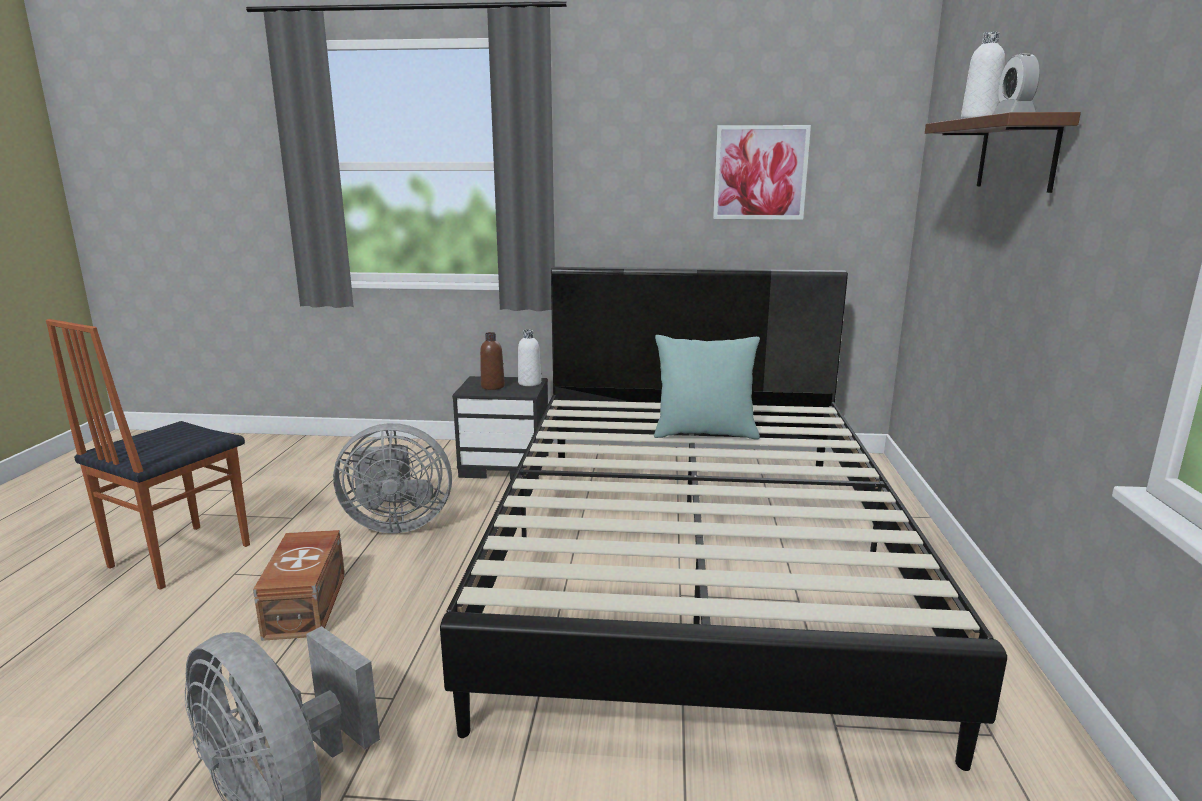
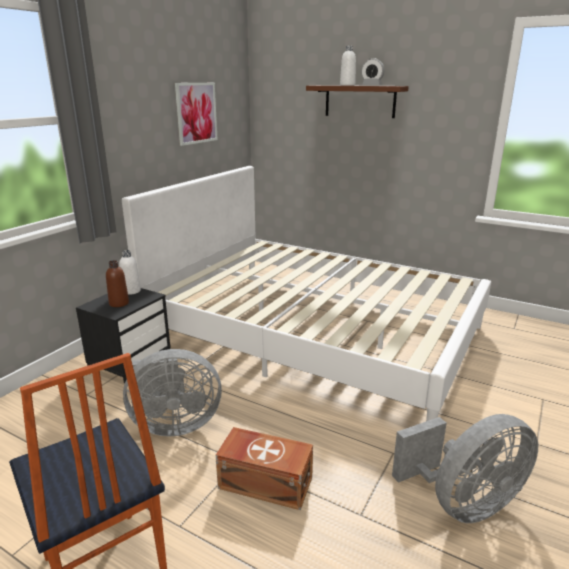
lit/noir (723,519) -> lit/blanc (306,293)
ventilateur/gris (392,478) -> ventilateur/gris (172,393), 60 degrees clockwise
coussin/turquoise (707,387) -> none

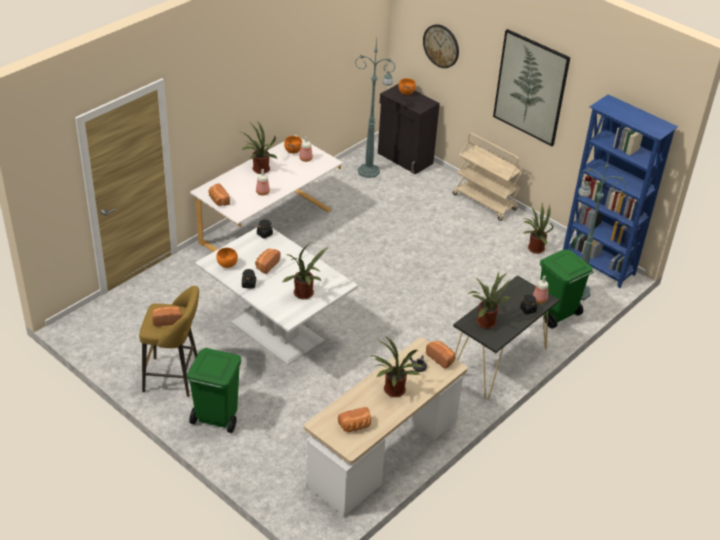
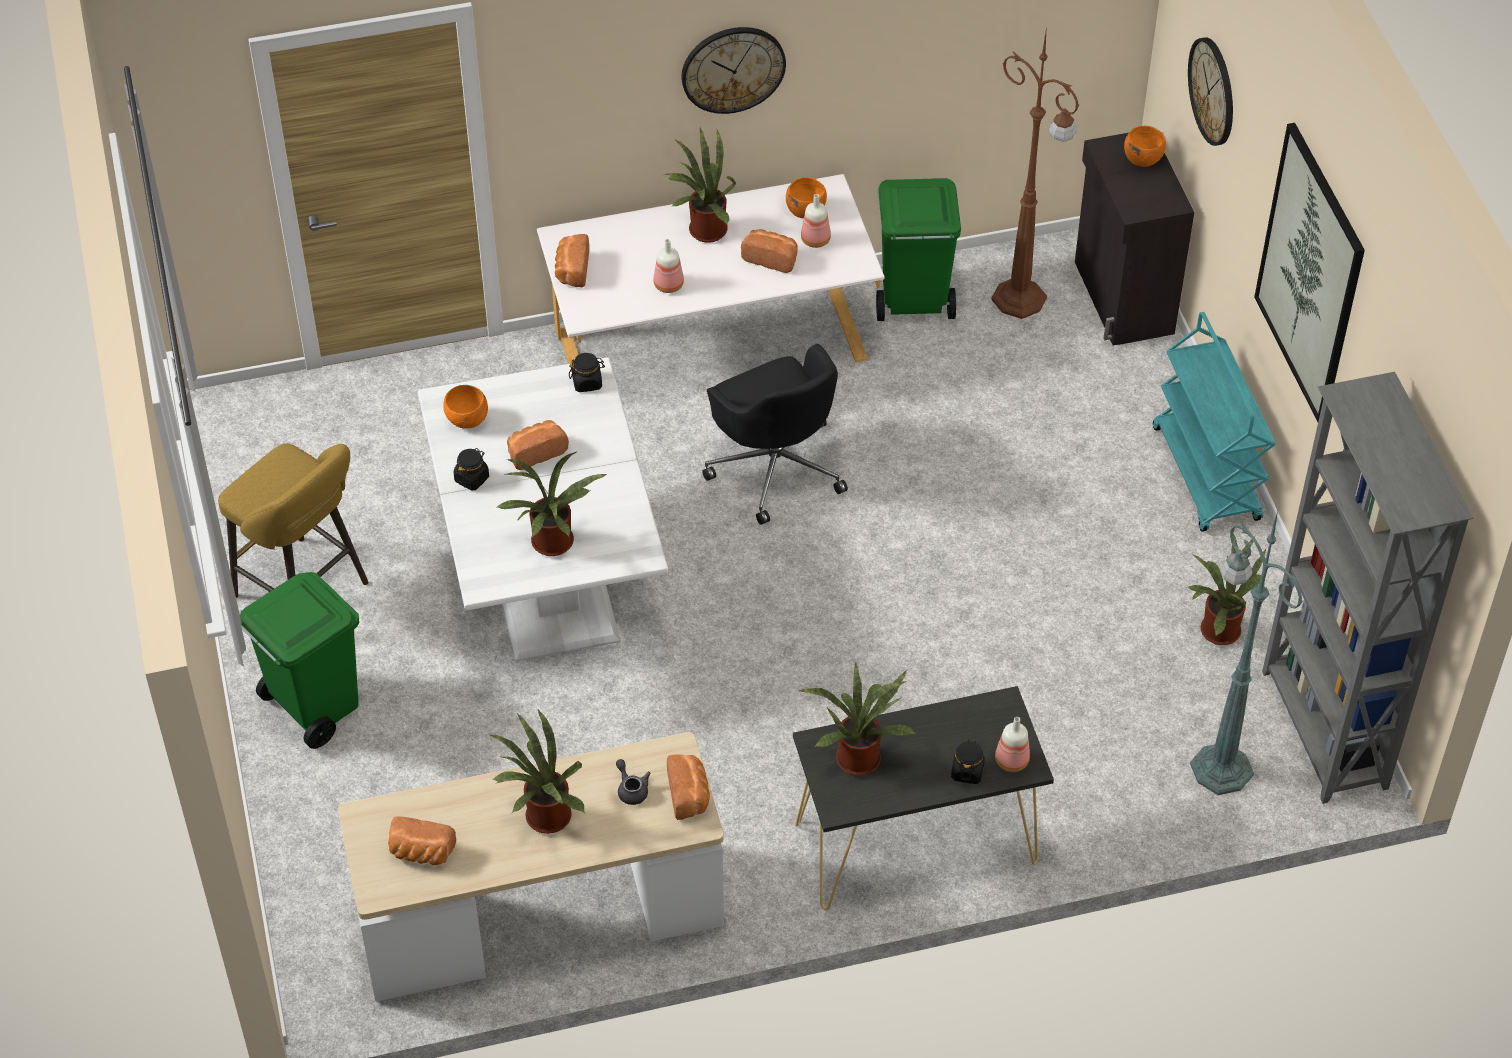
none -> horloge murale (733,70)
none -> chaise de bureau/noir (775,434)
pain (167,316) -> pain (769,251), shifted
poubelle/vert (566,289) -> poubelle/vert (918,249), shifted
lampadaire/vert (375,108) -> lampadaire/marron (1035,172)
chariot/beige (488,177) -> chariot/turquoise (1214,422)
bibliothèque/bleu (620,191) -> bibliothèque/gris (1368,588)

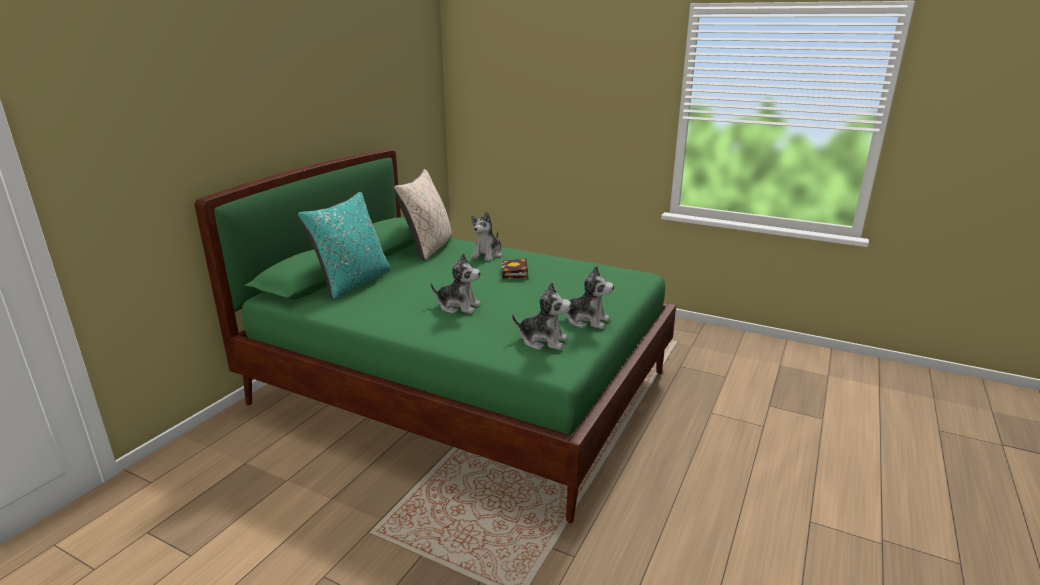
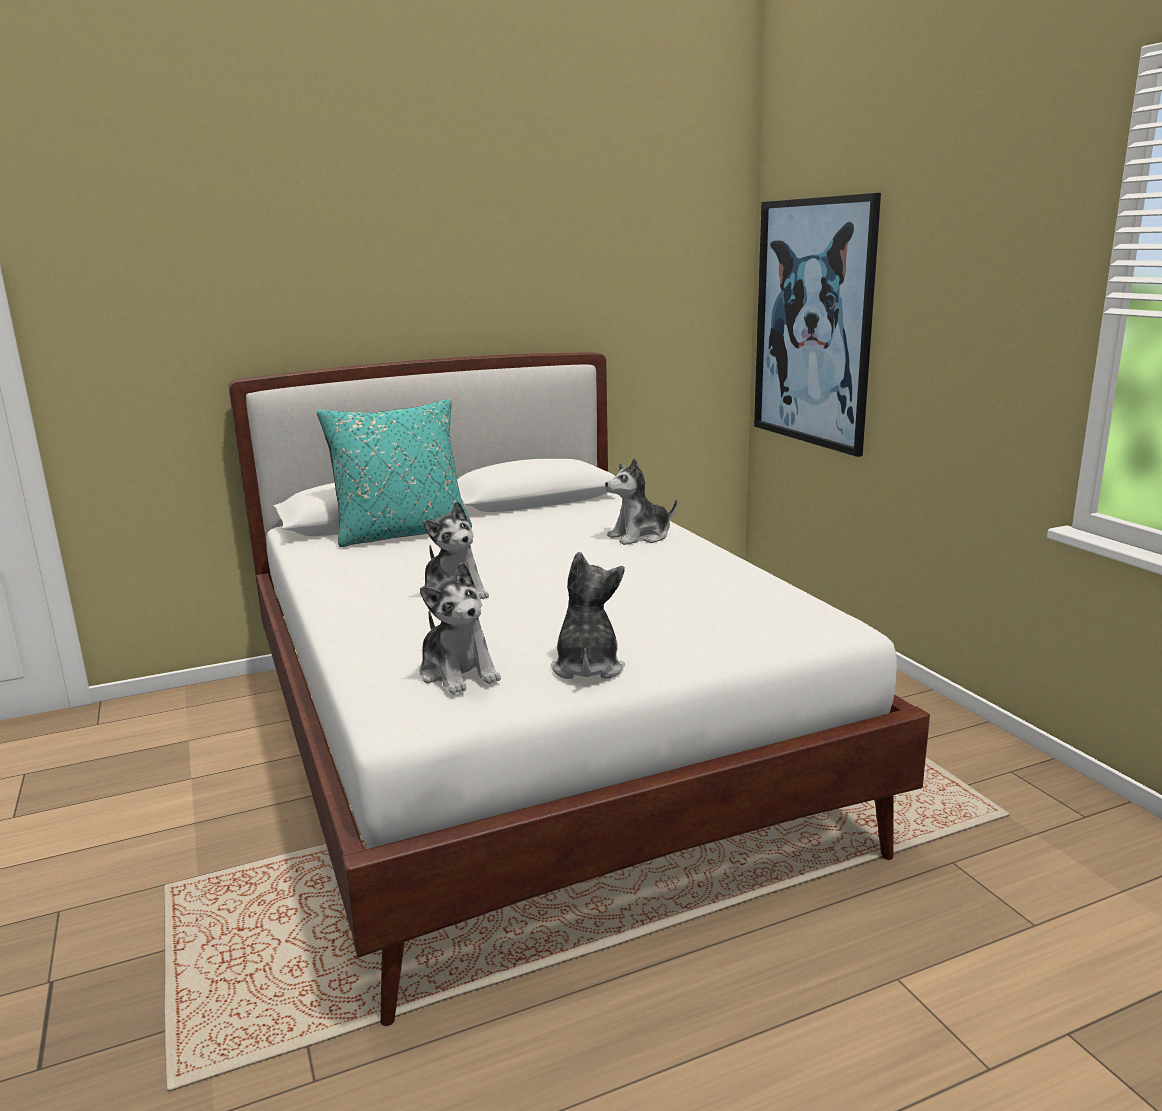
lit/vert (435,336) -> lit/blanc (579,689)
peluche (586,297) -> peluche (588,615), 150 degrees counterclockwise
none -> tableau (817,325)
coussin/beige (423,215) -> none
livre (515,268) -> none

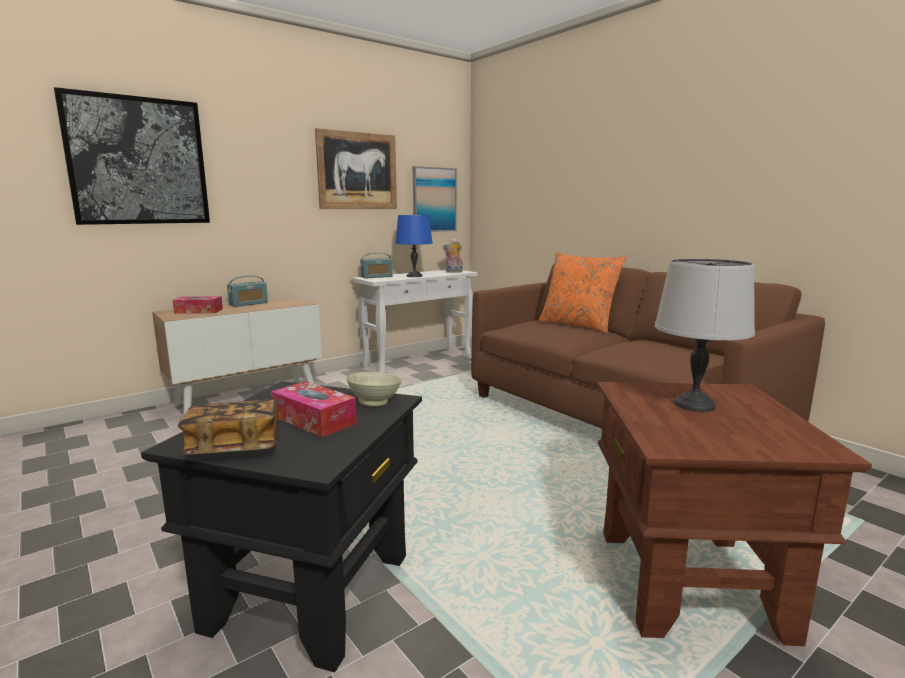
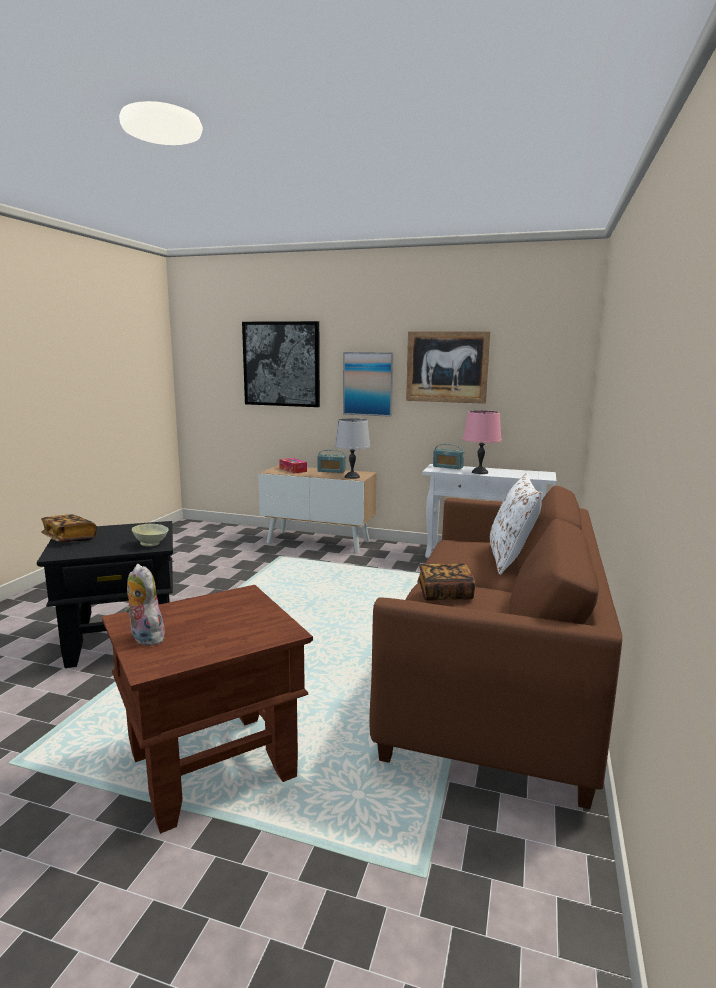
peluche (453,255) -> peluche (145,605), shifted
lampe de table/gris (705,335) -> lampe de table/gris (352,448), shifted
tableau (435,199) -> tableau (368,384), shifted
none -> livre (447,582)
lampe de table/bleu (414,246) -> lampe de table/rose (482,442)
coussin/orange (582,292) -> coussin/blanc (516,524)
boîte à mouchoirs (314,409) -> none

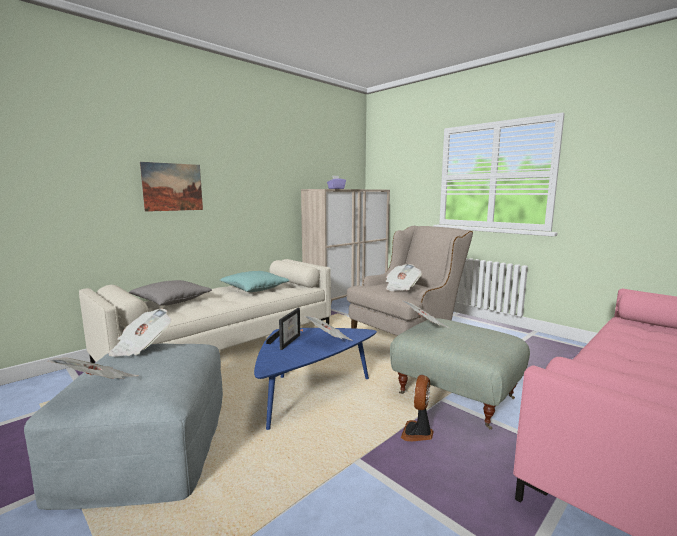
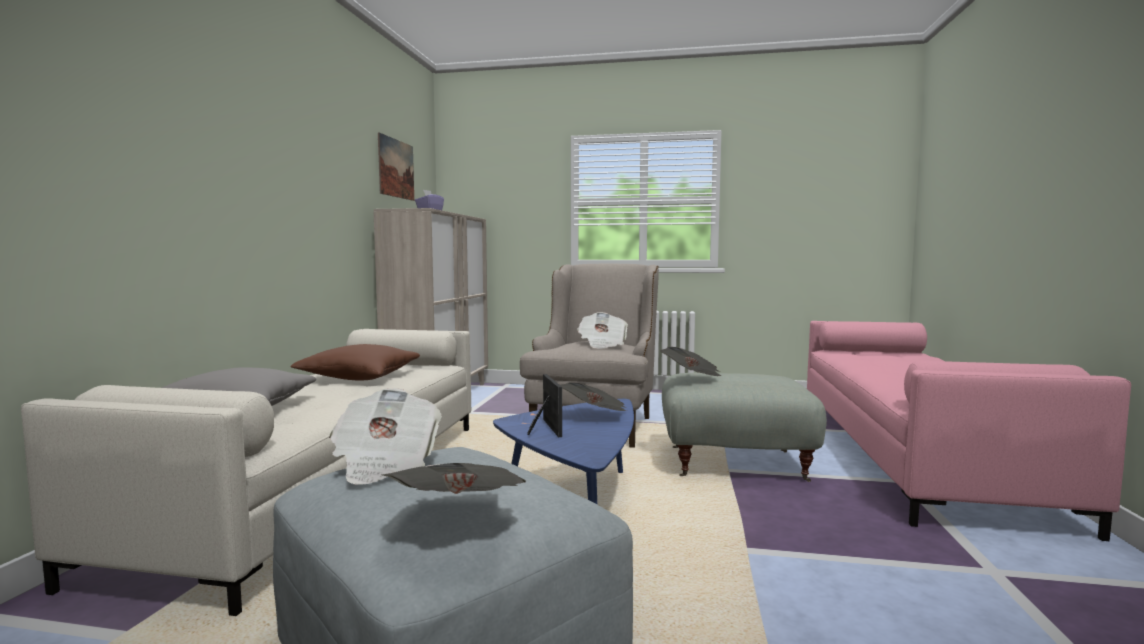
coussin/turquoise (254,281) -> coussin/marron (355,362)
tableau (171,187) -> tableau (396,166), shifted
ventilateur (417,408) -> none

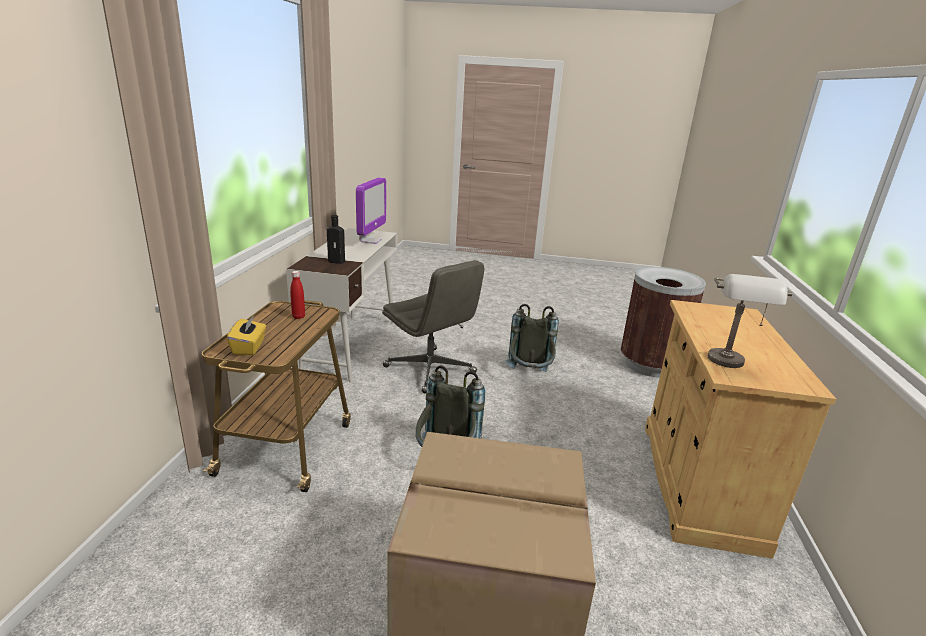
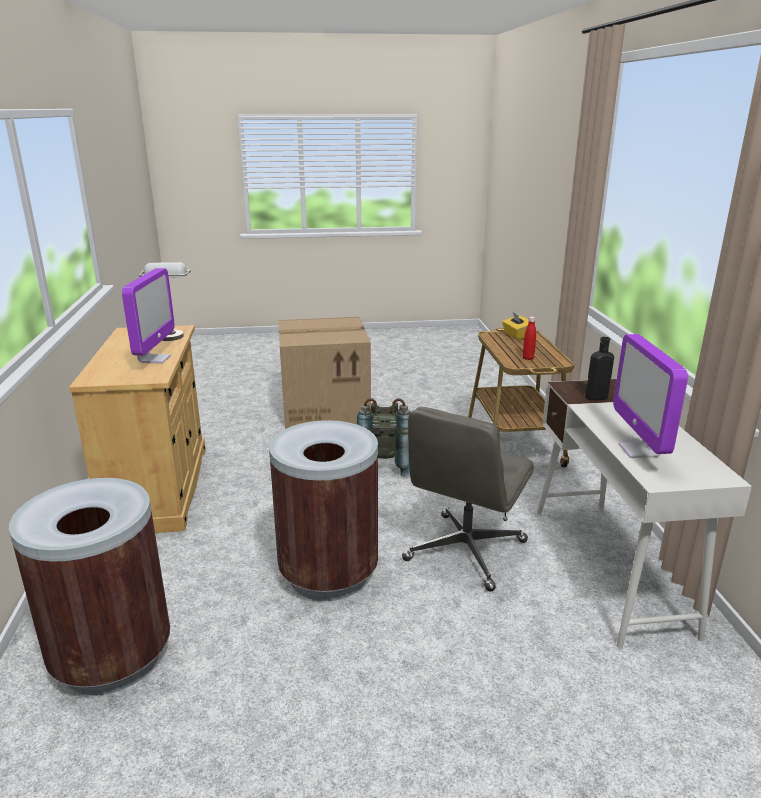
none -> écran d'ordinateur (148,315)
sac à dos/gris (532,338) -> poubelle/marron (323,510)
chaise de bureau/gris (433,327) -> chaise de bureau/gris (468,499), 90 degrees counterclockwise

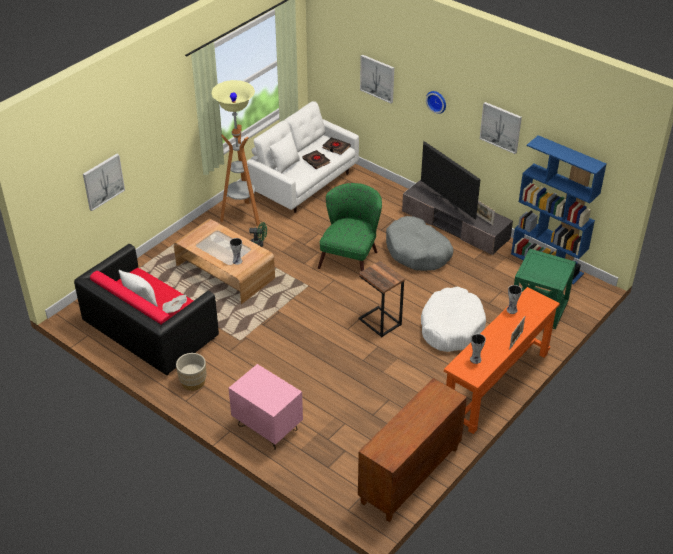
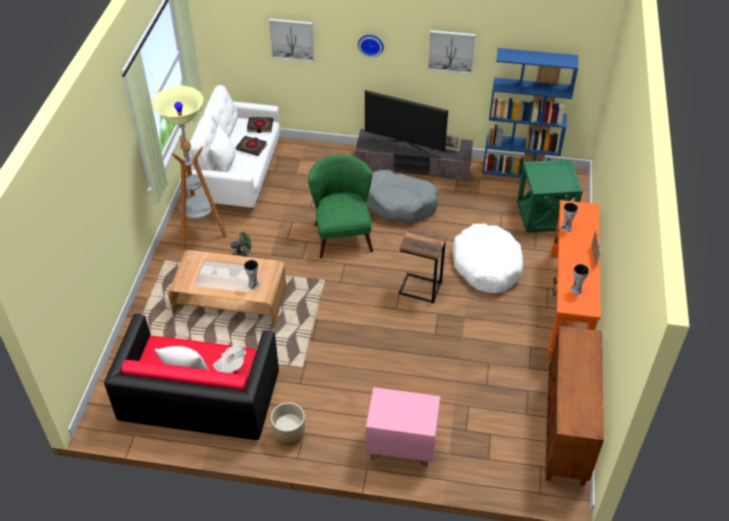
tableau (104,182) -> none

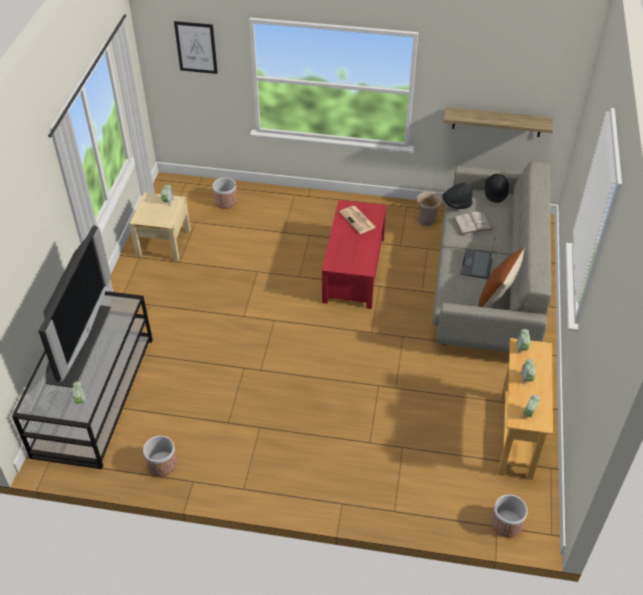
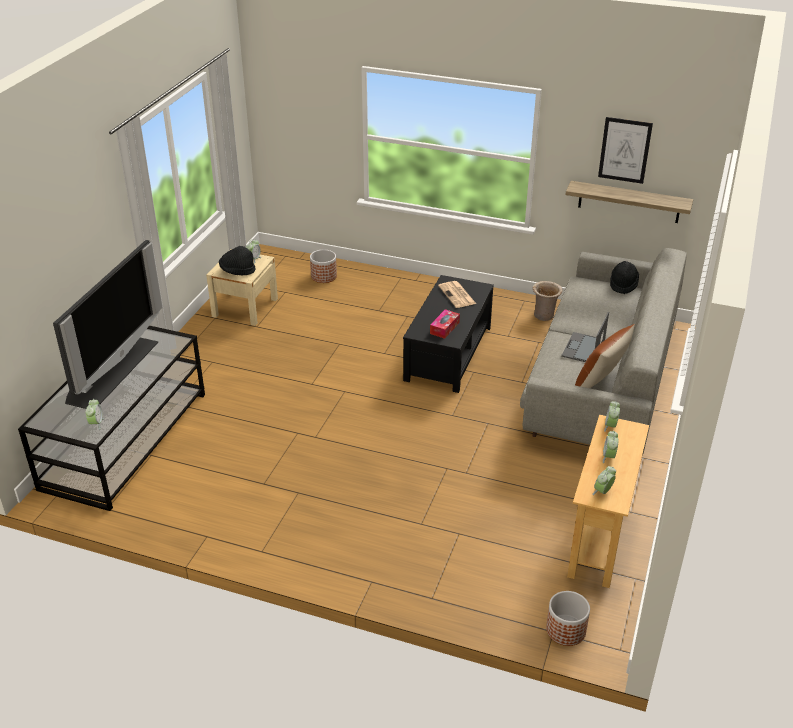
chapeau/noir (457,196) -> chapeau/noir (237,260), shifted
table basse/rouge (354,254) -> table basse/noir (448,334)
none -> boîte à mouchoirs (445,324)
tableau (196,47) -> tableau (625,150), shifted
cache-pot (160,456) -> none
livre/blanc (473,223) -> none

